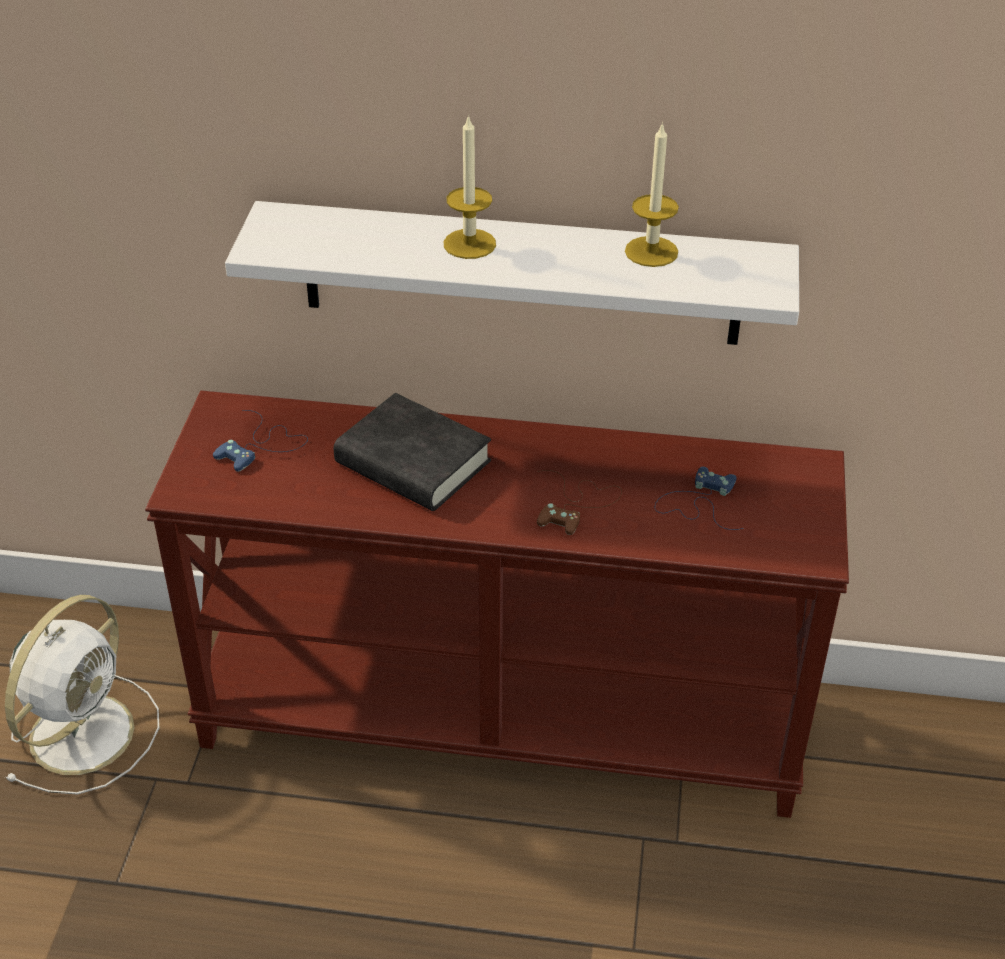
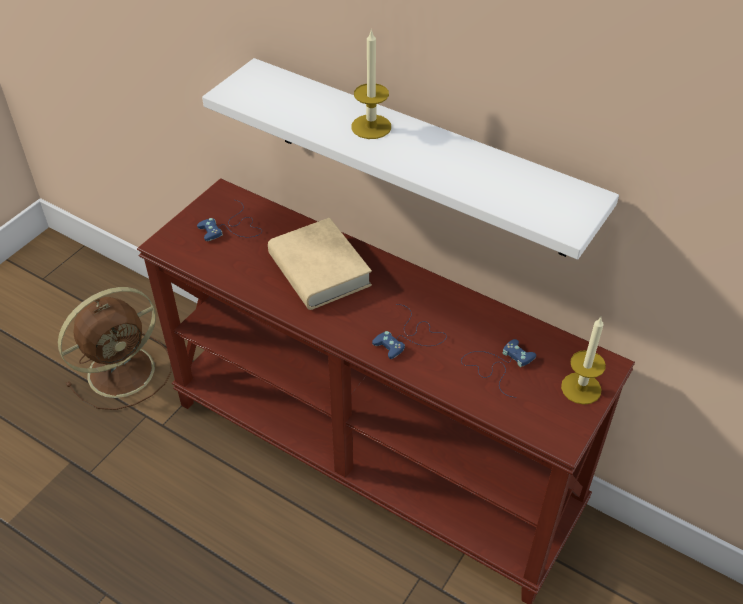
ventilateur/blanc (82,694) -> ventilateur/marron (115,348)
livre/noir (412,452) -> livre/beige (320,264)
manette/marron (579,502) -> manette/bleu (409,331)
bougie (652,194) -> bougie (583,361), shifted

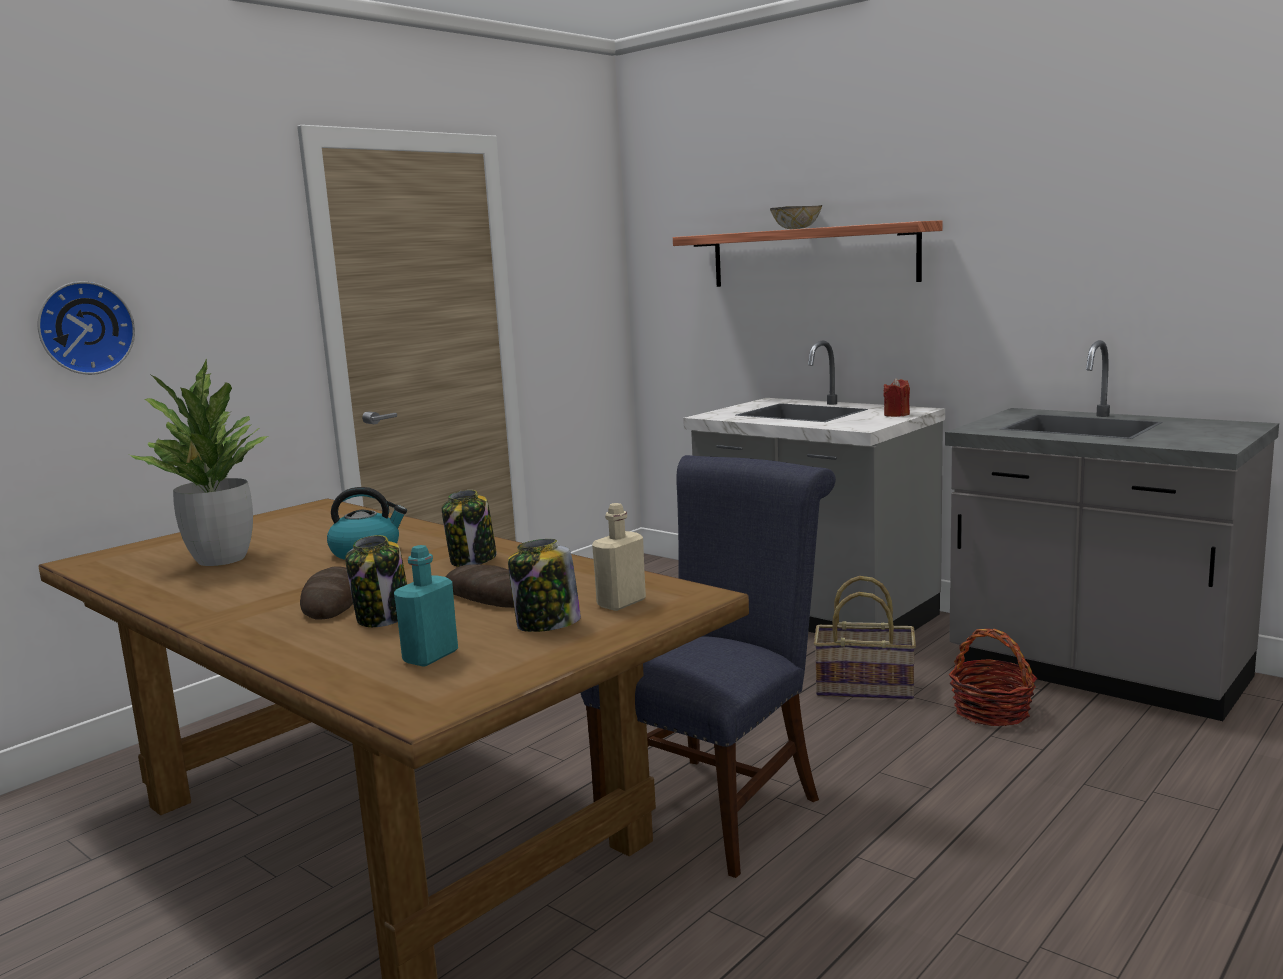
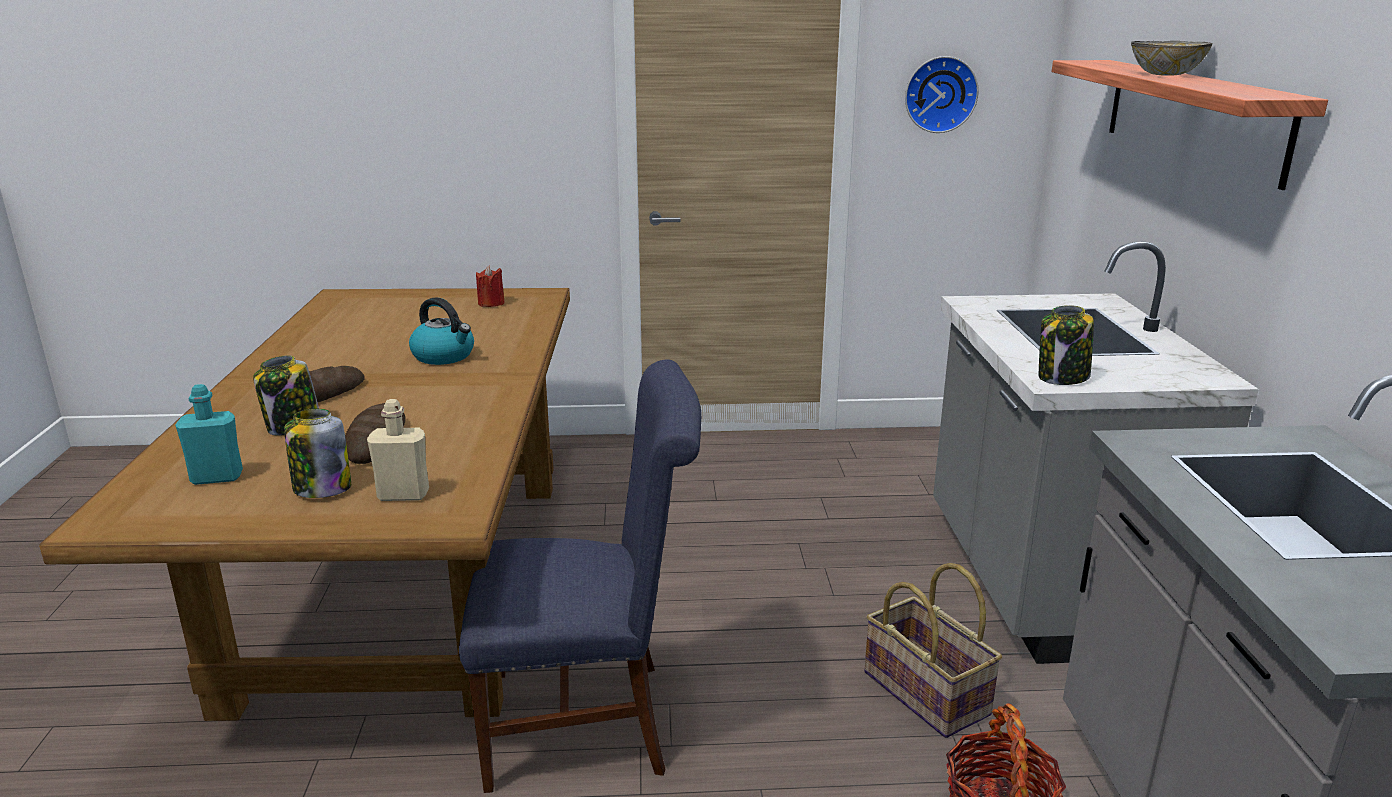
bougie/rouge (896,397) -> bougie/rouge (490,286), shifted
horloge murale (86,328) -> horloge murale (942,94), shifted
bocal (469,528) -> bocal (1066,345), shifted
plante en pot (199,462) -> none

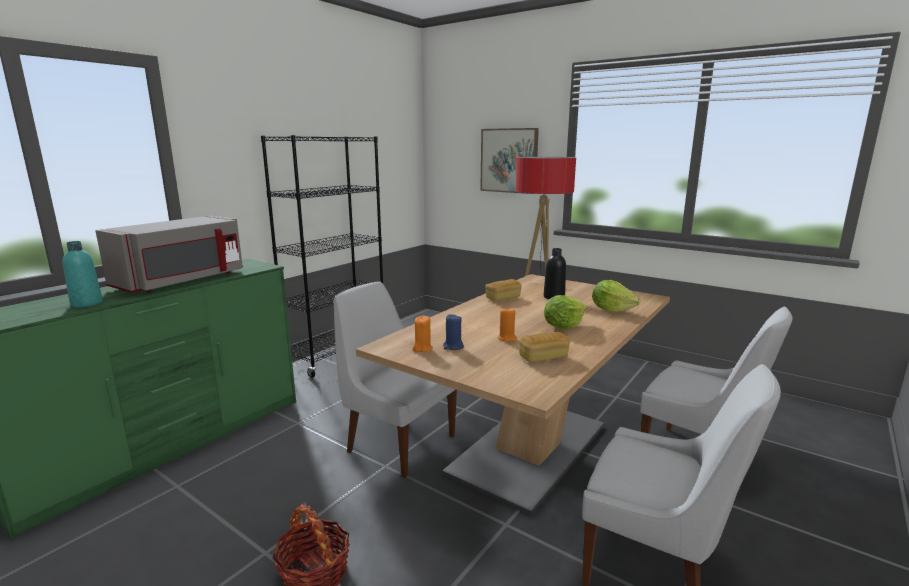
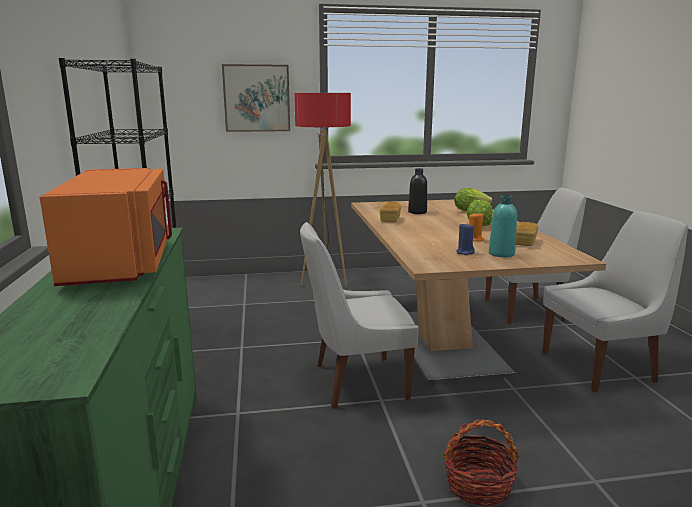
micro-ondes/gris (169,254) -> micro-ondes/orange (105,227)
bouteille/turquoise (83,274) -> bouteille/turquoise (503,226), shifted
bougie/orange (422,334) -> none

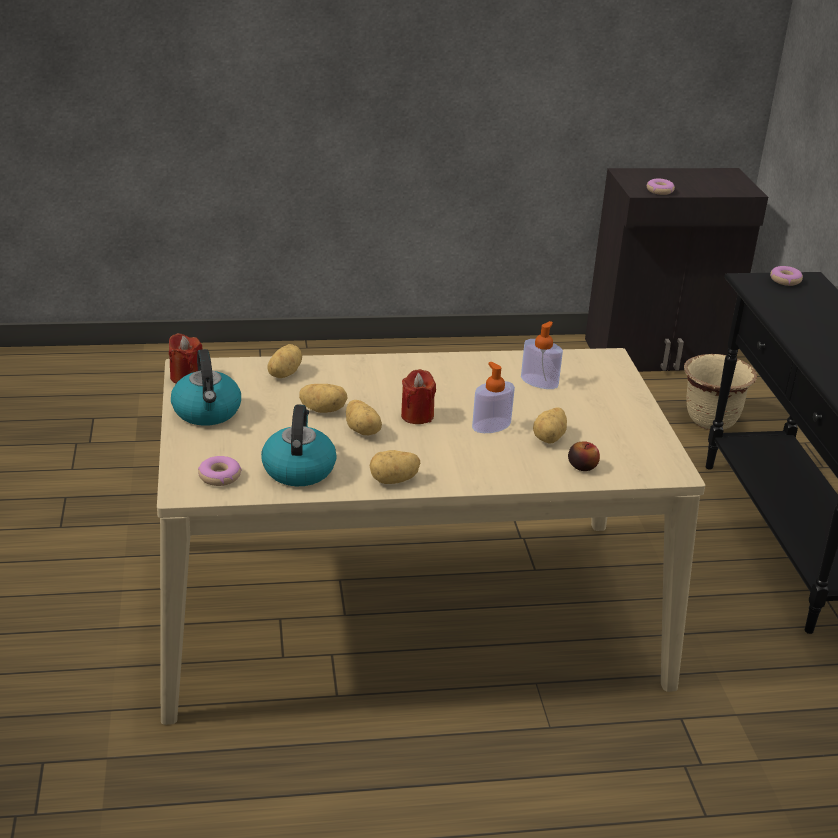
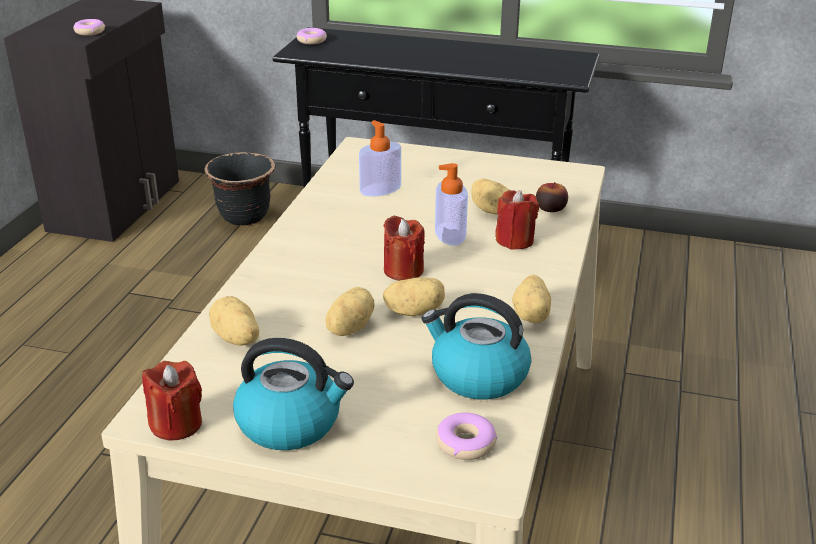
cache-pot/beige (720,392) -> cache-pot/noir (240,189)
none -> bougie/rouge (517,220)

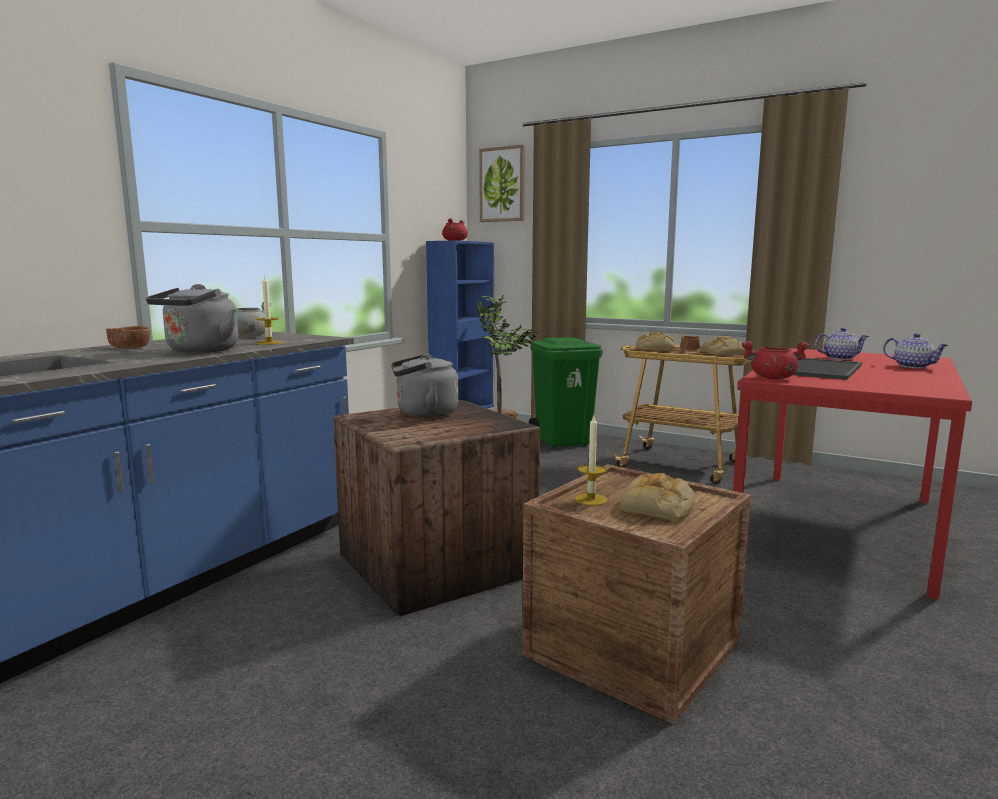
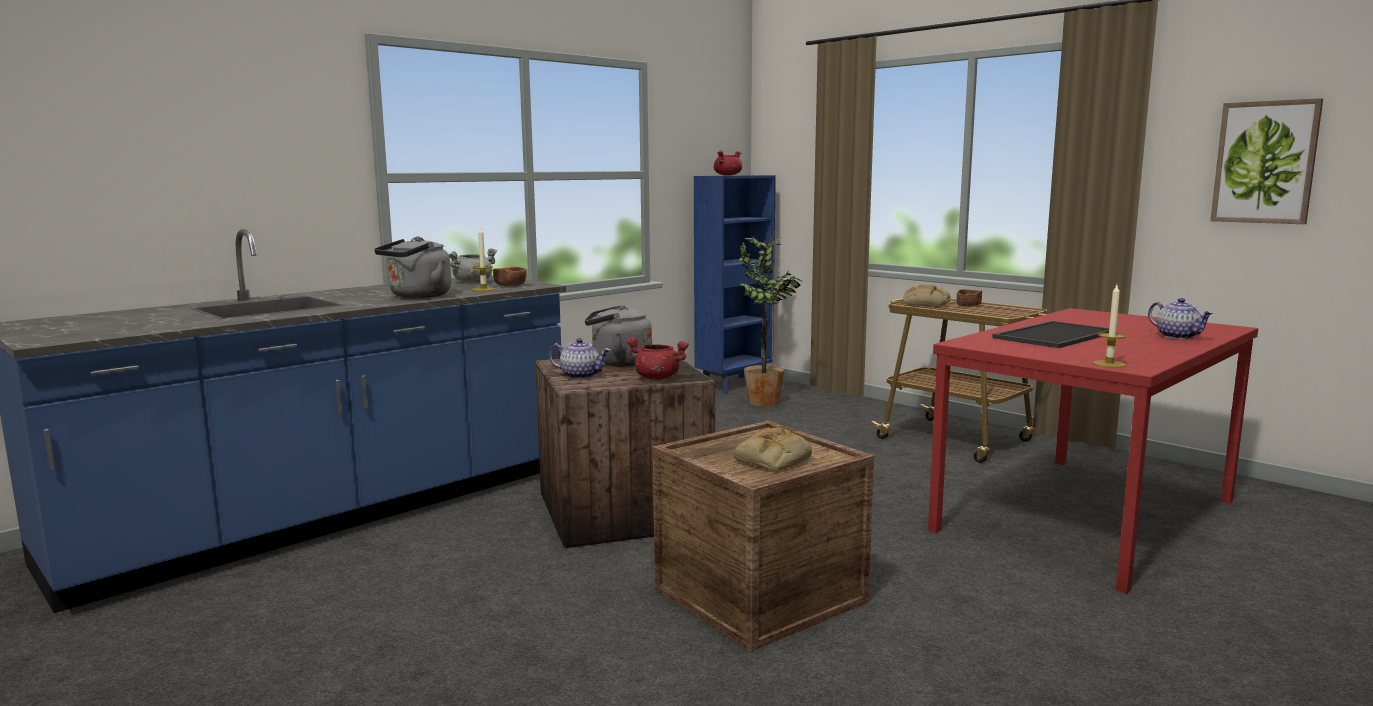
bol/marron (128,337) -> bol/marron (510,276), shifted
théière (842,344) -> théière (580,358), shifted
marmite/rouge (775,360) -> marmite/rouge (657,359), shifted
bougie (591,461) -> bougie (1109,326), shifted
tableau (502,183) -> tableau (1266,161), shifted
poubelle/vert (566,392) -> none
pain (723,345) -> none

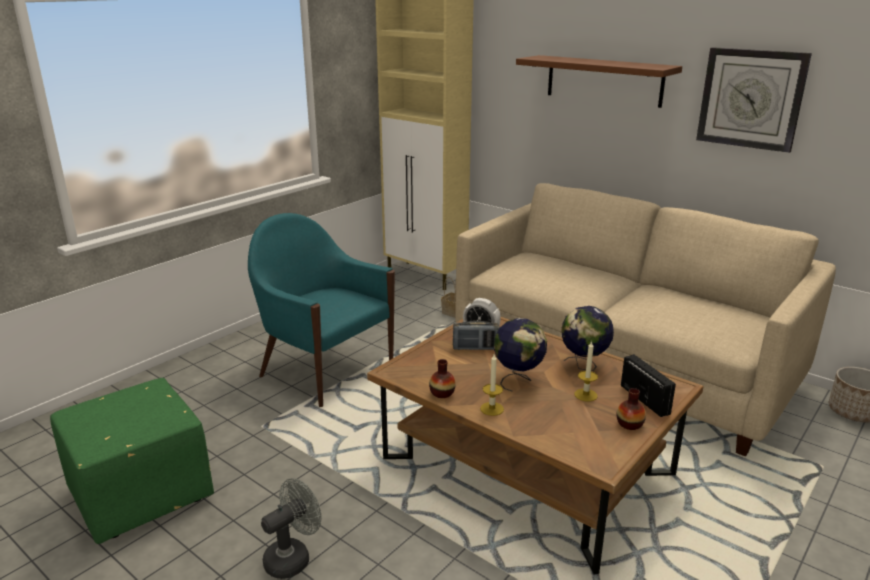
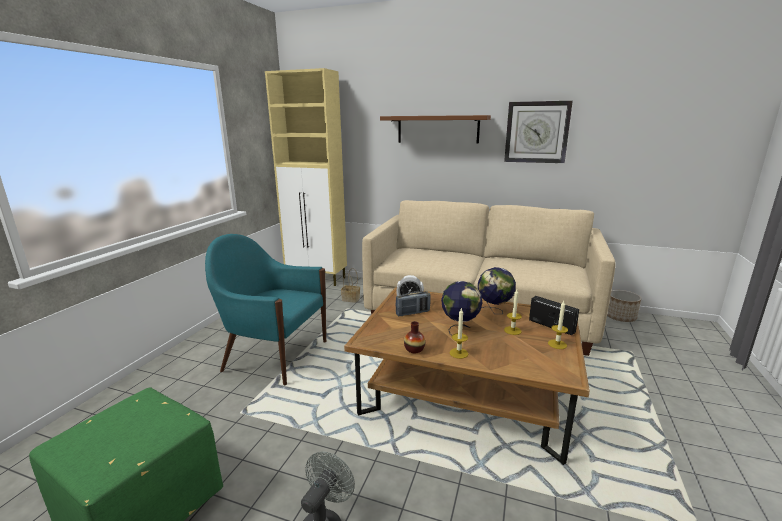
vase (631,409) -> bougie (558,325)

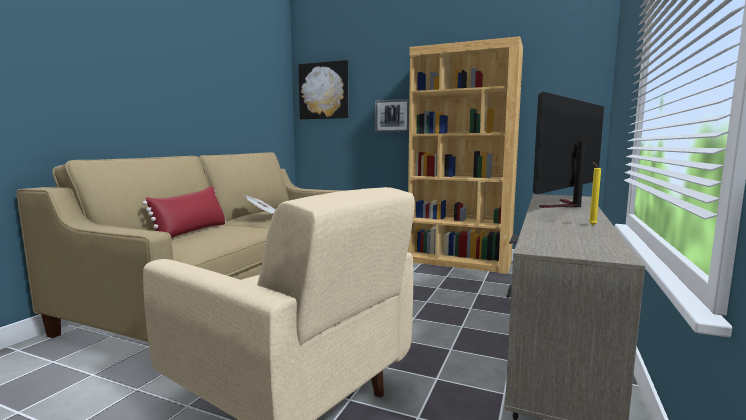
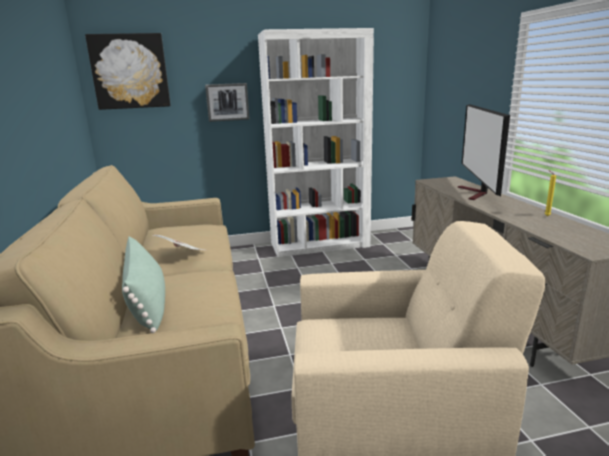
coussin/rouge (184,212) -> coussin/vert (143,284)
bibliothèque/marron (465,155) -> bibliothèque/blanc (316,142)

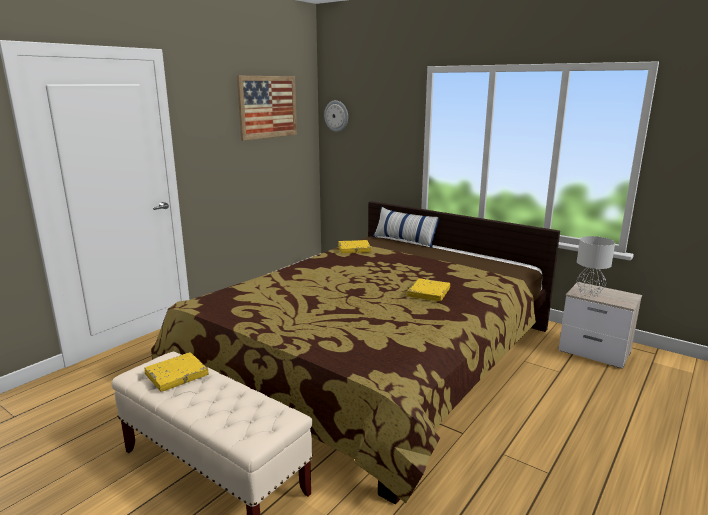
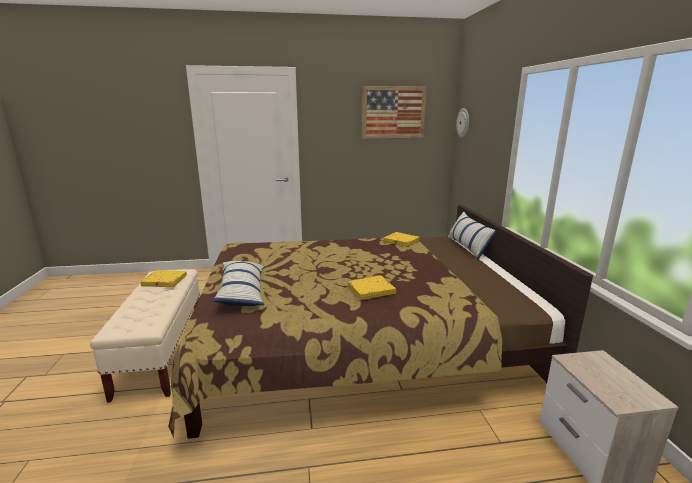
none -> coussin (238,283)
lampe de table/gris (596,266) -> none

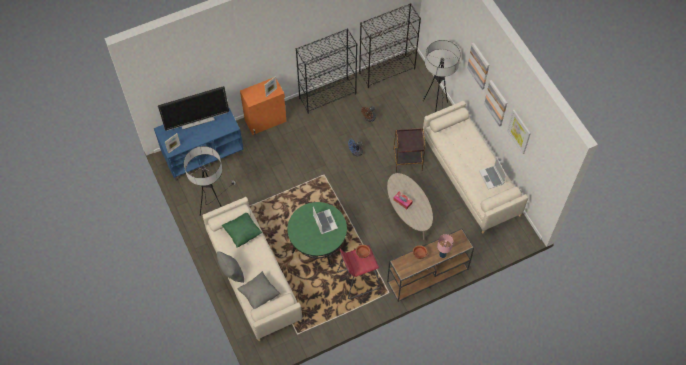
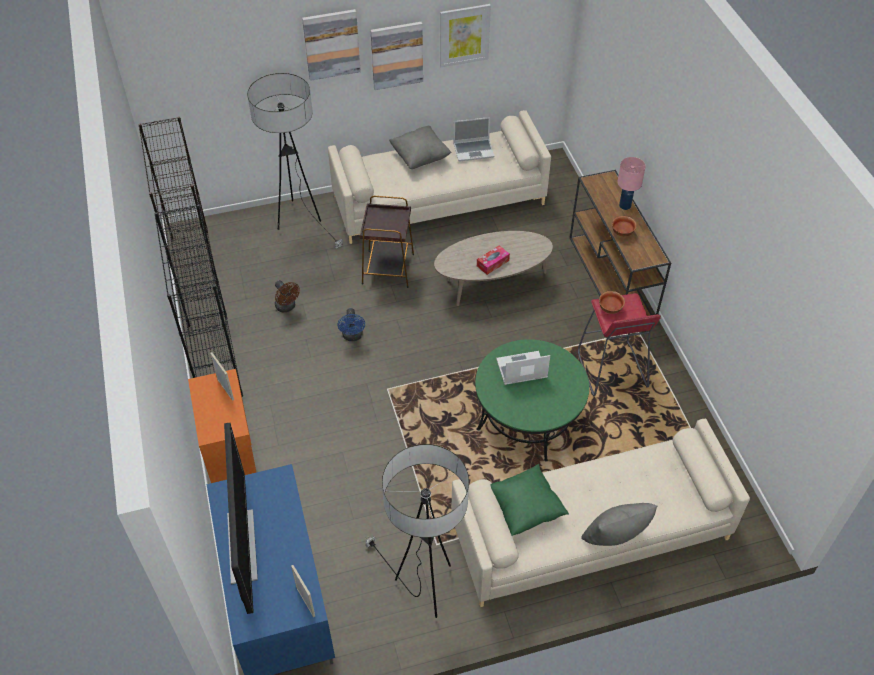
coussin/gris (258,290) -> coussin/gris (420,147), shifted

